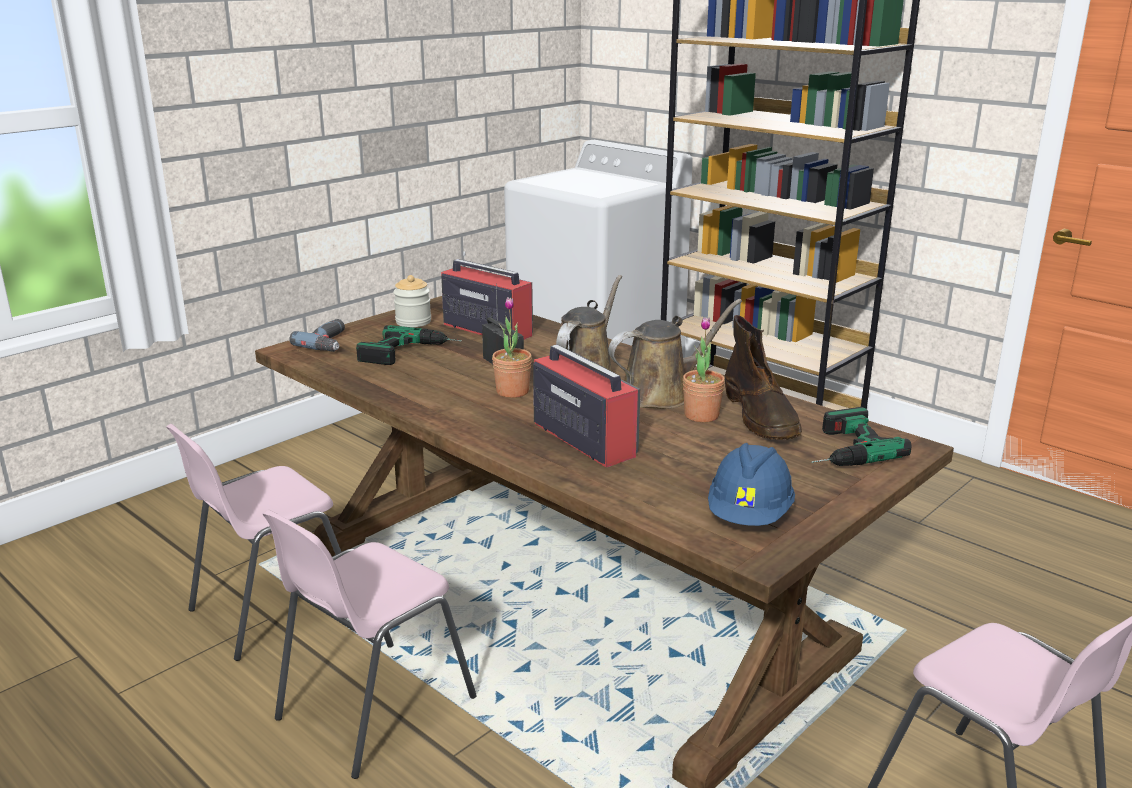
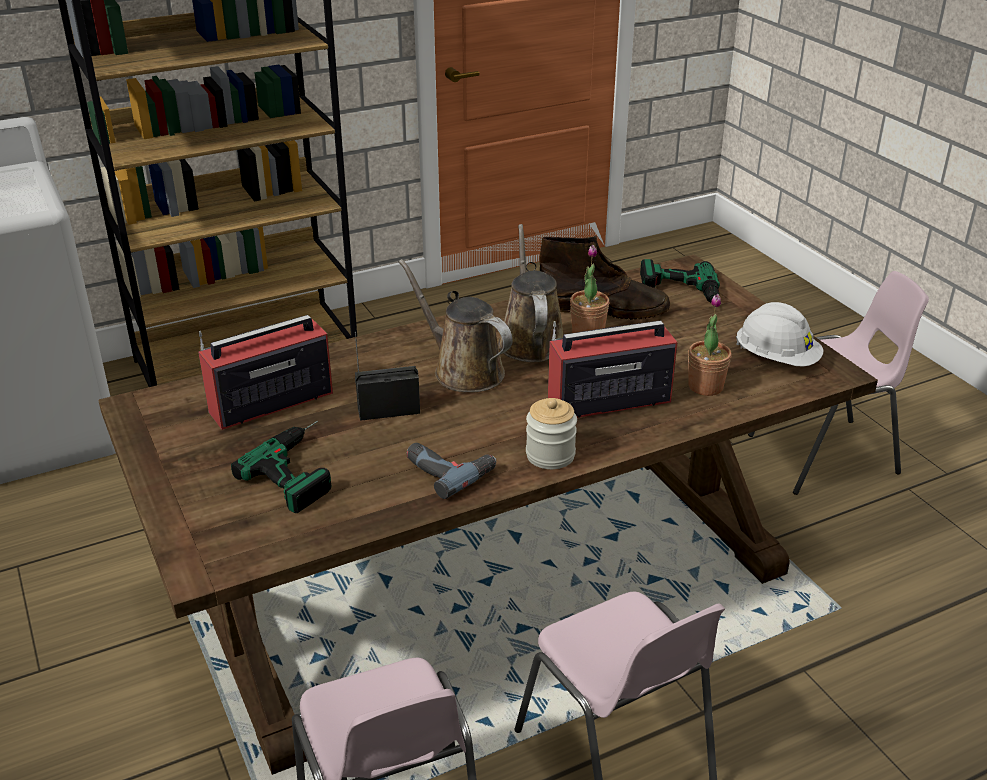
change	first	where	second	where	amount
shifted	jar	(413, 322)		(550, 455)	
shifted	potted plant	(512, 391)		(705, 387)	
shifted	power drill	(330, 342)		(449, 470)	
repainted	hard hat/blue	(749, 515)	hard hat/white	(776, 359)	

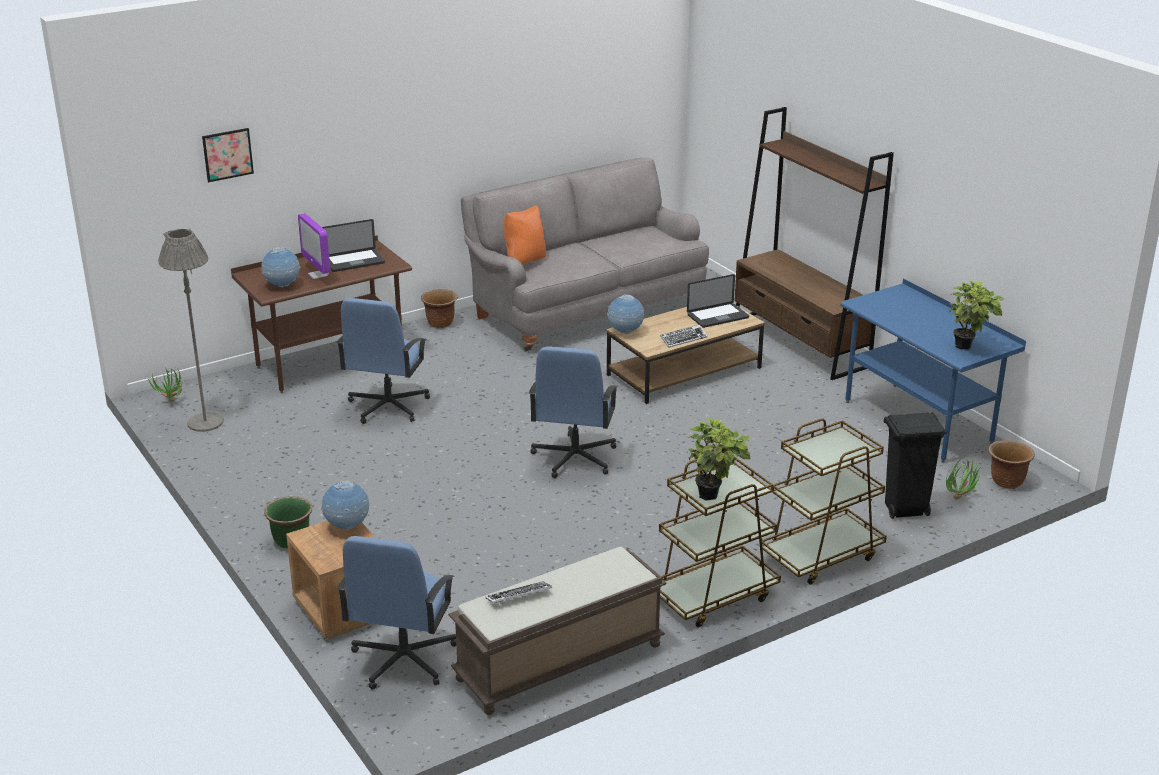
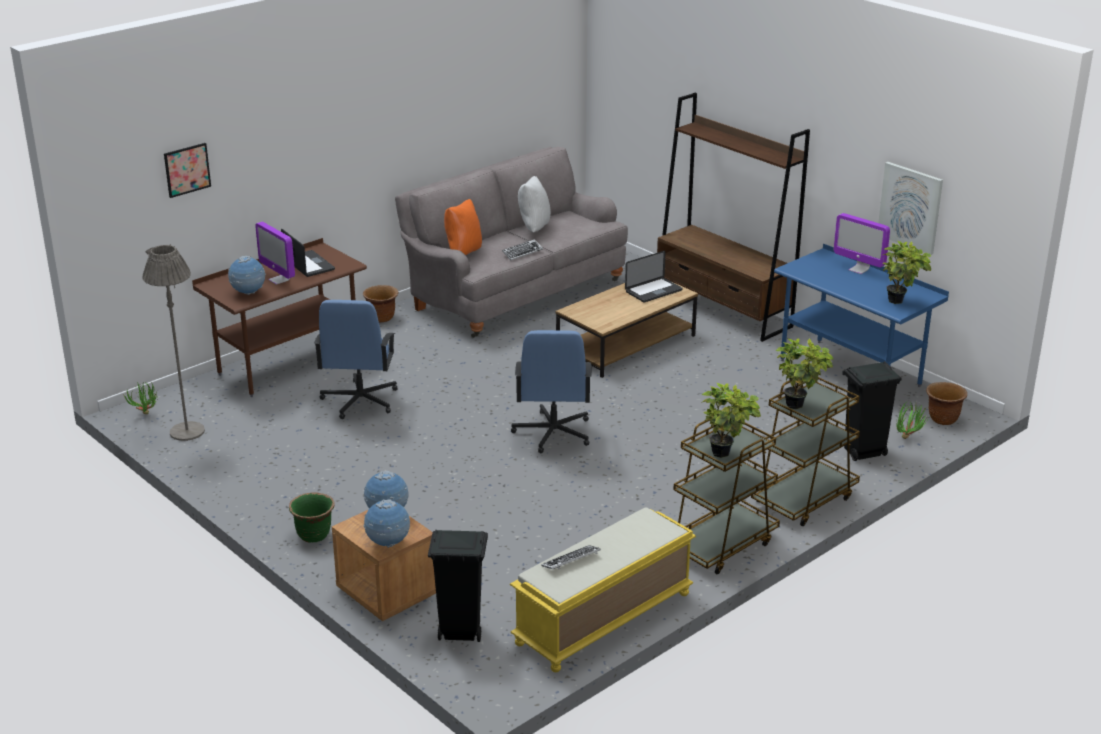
change	first	where	second	where	amount
rotated	laptop	(354, 261)		(309, 265)	90 degrees counterclockwise
shifted	globe	(625, 332)		(388, 544)	
shifted	keyboard	(683, 339)		(522, 252)	
swapped	office chair/blue	(403, 660)	trash can/black	(460, 632)	
repainted	bench/brown	(559, 663)	bench/yellow	(603, 619)	
new			picture	(910, 207)	
new			pillow/white	(533, 228)	
new			monitor	(859, 269)	
new			potted plant	(799, 405)	

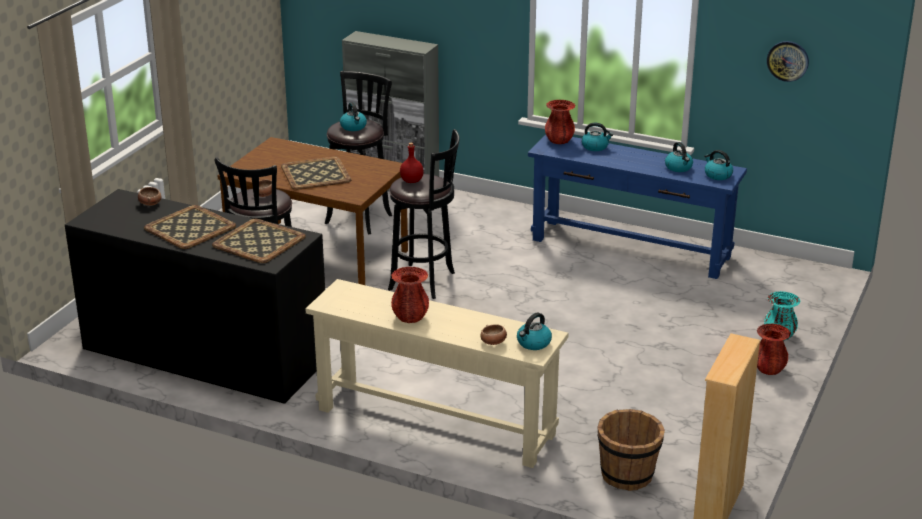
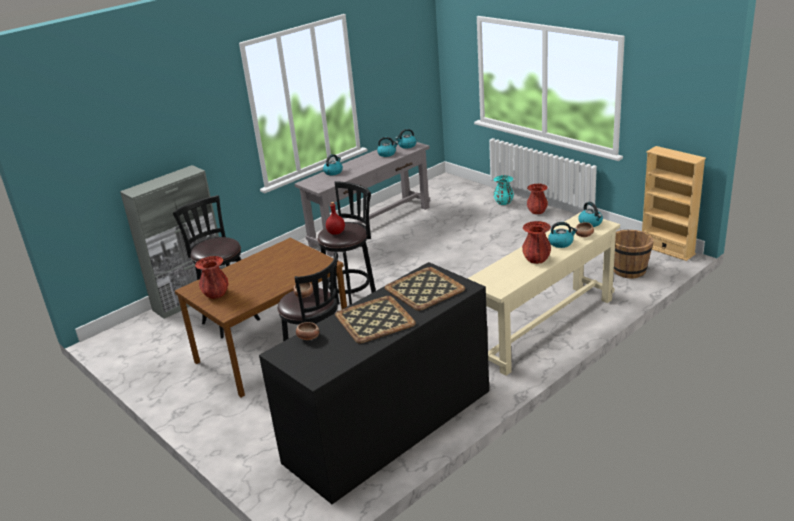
change	first	where	second	where	amount
gone	wall clock	(788, 60)			
shifted	vase/red	(559, 140)		(216, 294)	
shifted	kettle	(353, 127)		(561, 243)	
repainted	console table/blue	(630, 248)	console table/grey	(371, 226)	
gone	tray	(315, 174)			

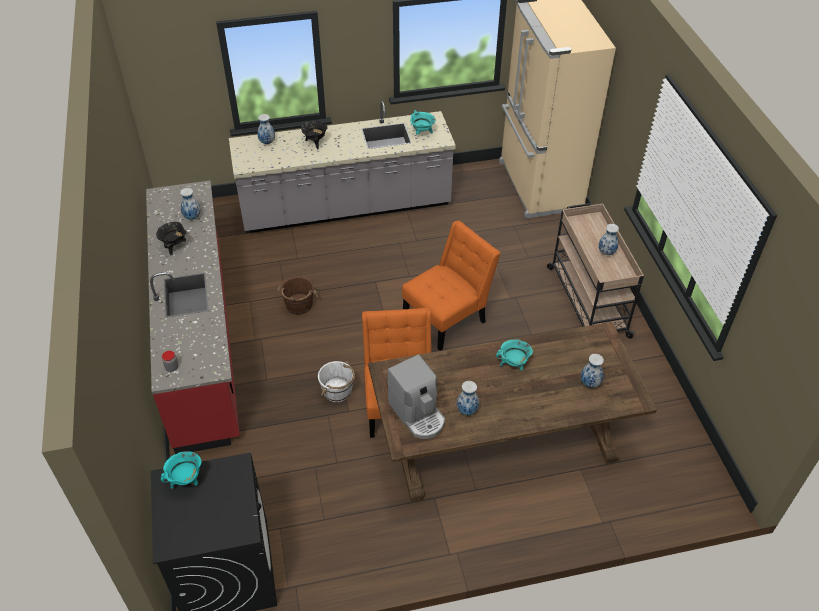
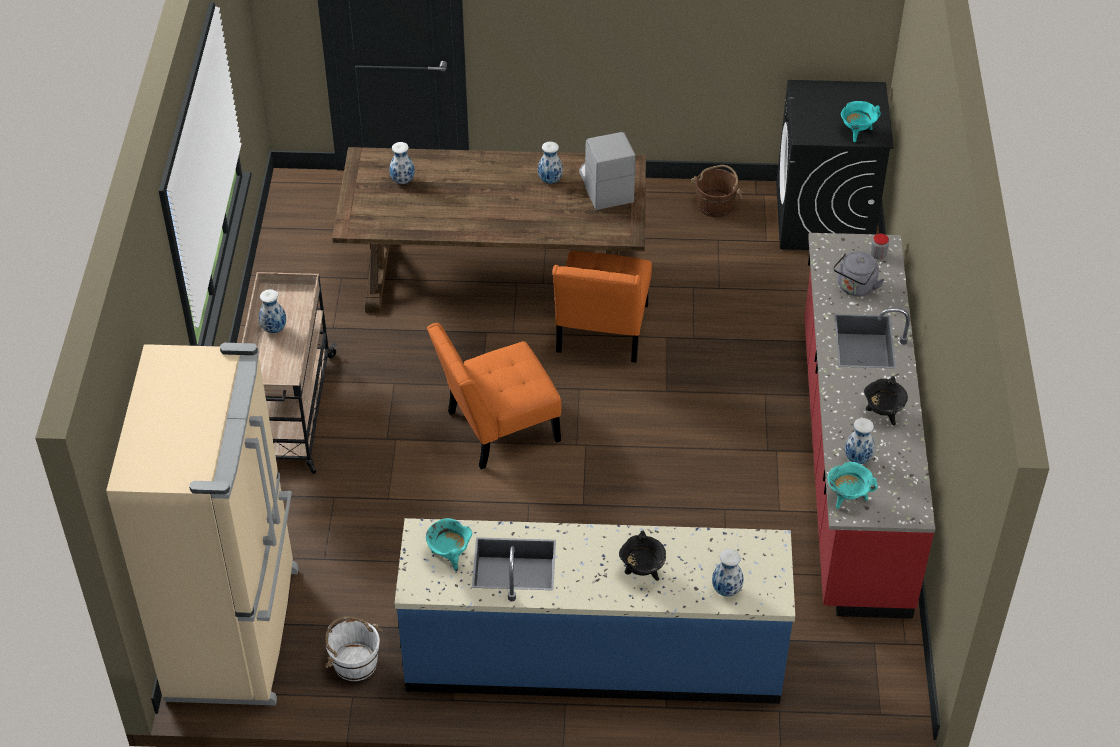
change	first	where	second	where	amount
repainted	counter/grey	(346, 208)	counter/blue	(593, 656)	
shifted	bucket/brown	(299, 305)		(715, 205)	
shifted	cooking pot/turquoise	(513, 365)		(847, 498)	
shifted	bucket/white	(337, 391)		(355, 662)	
new			kettle/grey	(855, 288)	

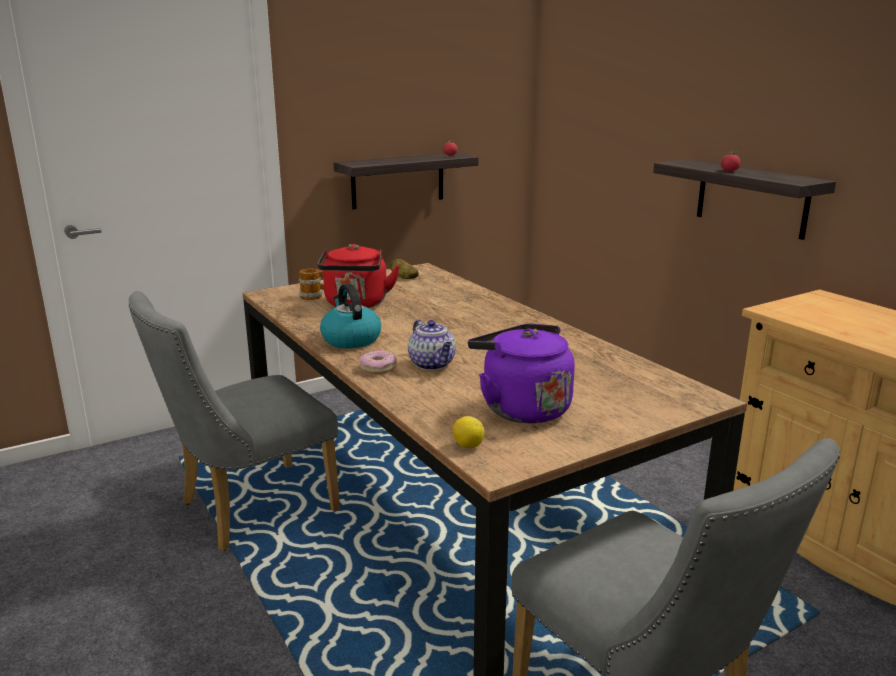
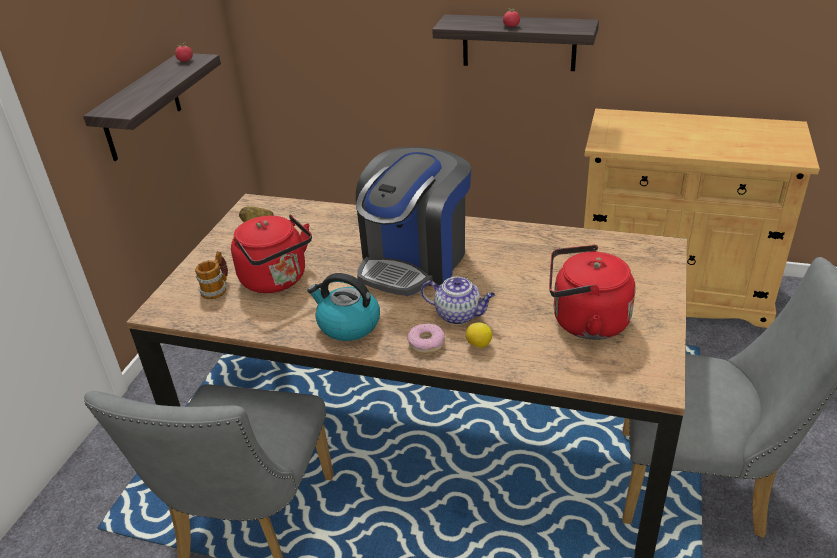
change	first	where	second	where	amount
repainted	kettle/purple	(521, 408)	kettle/red	(585, 322)	
shifted	lemon	(468, 446)		(478, 345)	
new			coffee machine	(414, 261)	

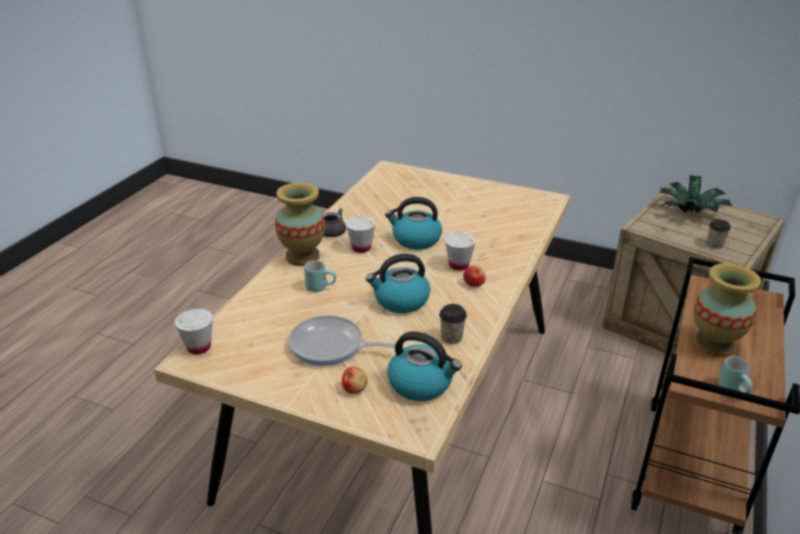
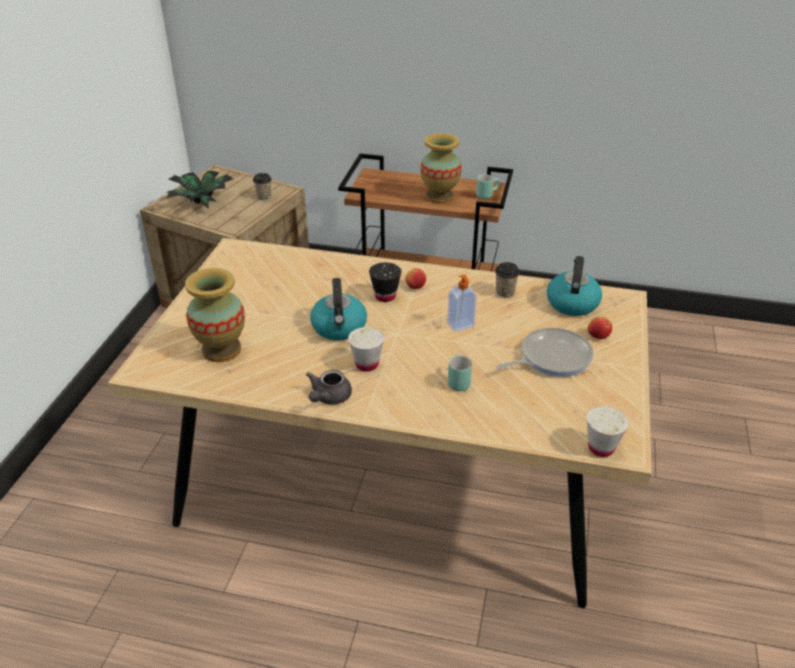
change	first	where	second	where	amount
shifted	vase	(302, 257)		(221, 350)	
repainted	cup/white	(458, 265)	cup/black	(385, 296)	
swapped	kettle	(400, 301)	soap dispenser	(461, 325)	
rotated	frying pan	(330, 346)		(551, 357)	120 degrees counterclockwise

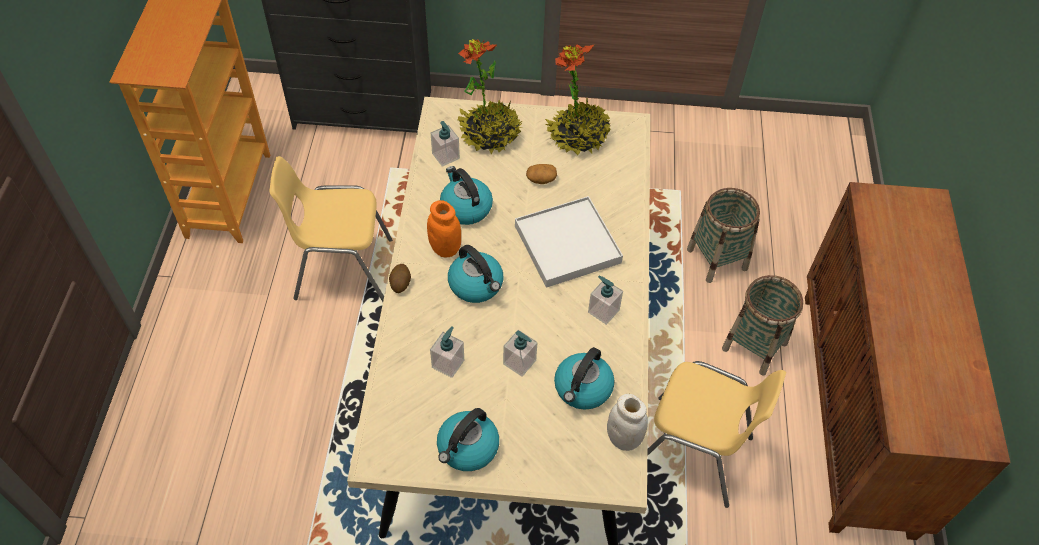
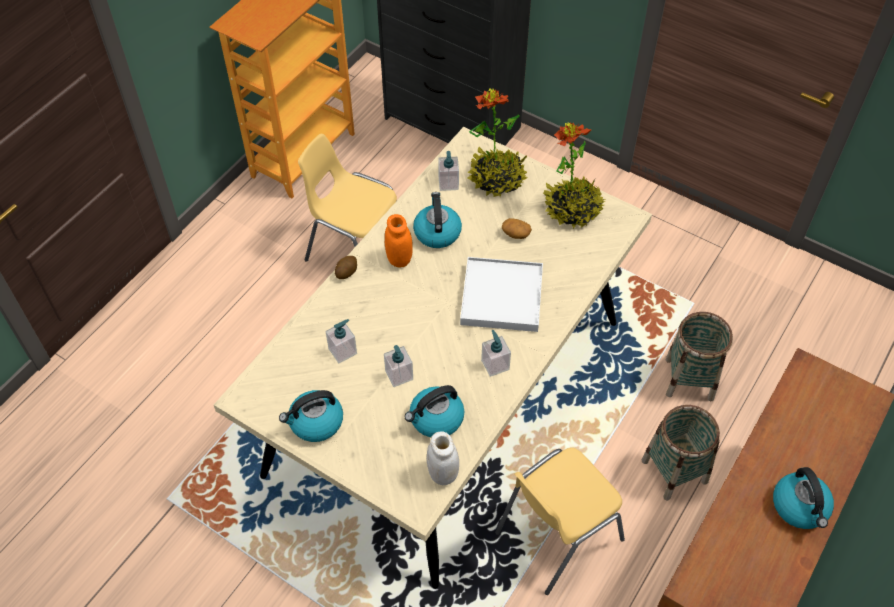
change	first	where	second	where	amount
shifted	kettle	(476, 285)		(800, 507)	
rotated	chair/yellow	(693, 453)		(557, 535)	90 degrees clockwise

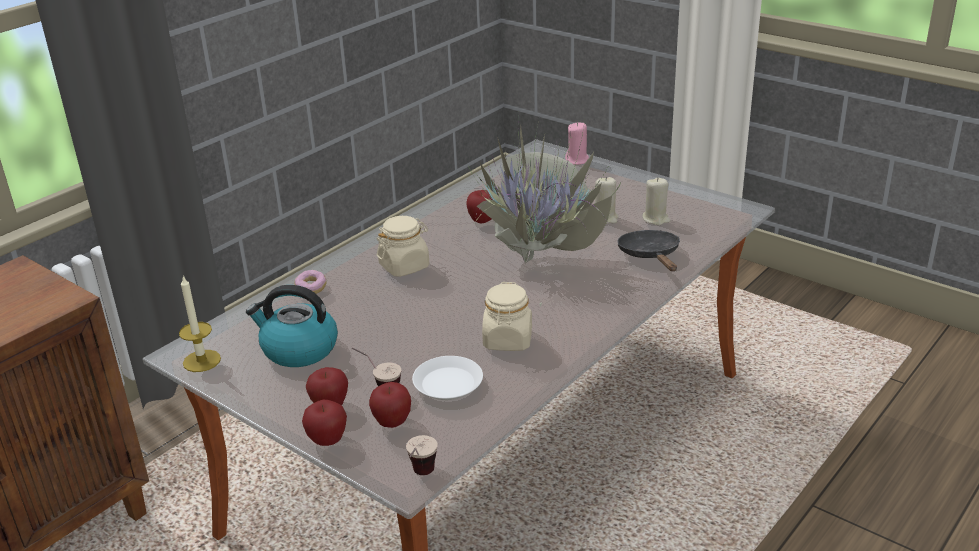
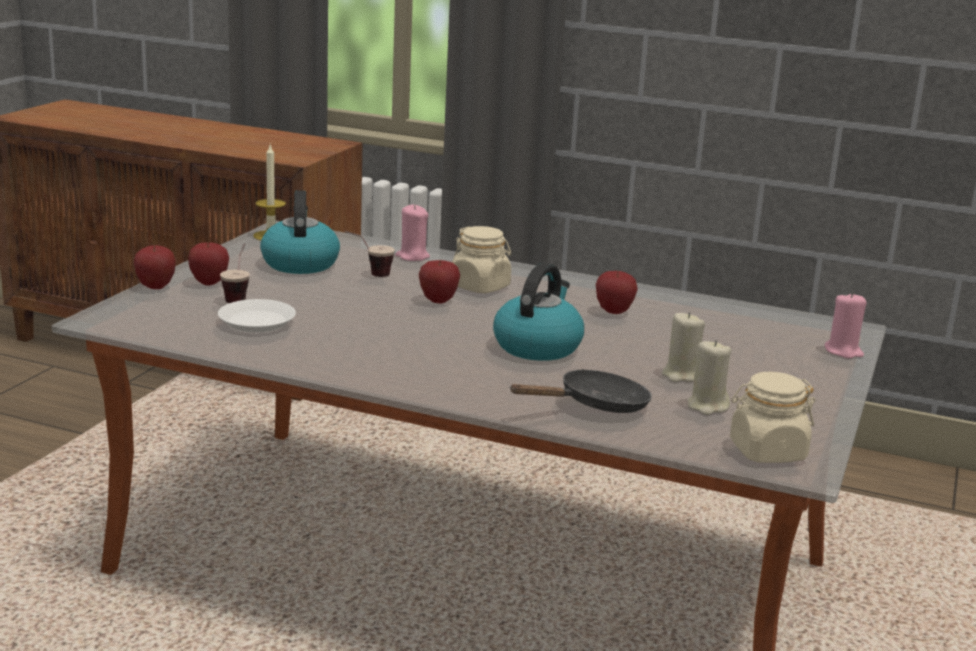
change	first	where	second	where	amount
swapped	potted plant	(541, 260)	kettle	(537, 346)	
swapped	donut	(311, 288)	candle/pink	(412, 256)	
shifted	jar/beige	(508, 340)		(767, 451)	
shifted	apple	(392, 423)		(438, 301)	
shifted	cup	(420, 477)		(369, 274)	

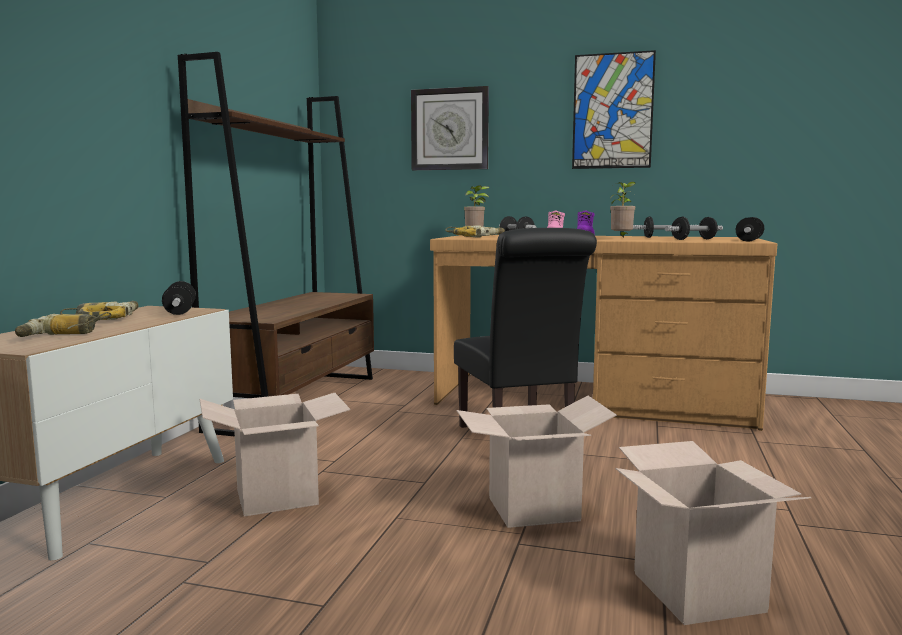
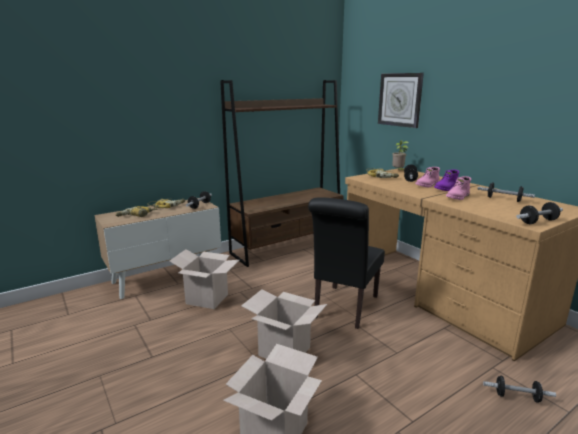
change	first	where	second	where	amount
gone	picture	(612, 111)			
swapped	potted plant	(622, 238)	boot/pink	(458, 197)	
shifted	dumbbell	(693, 239)		(517, 396)	

